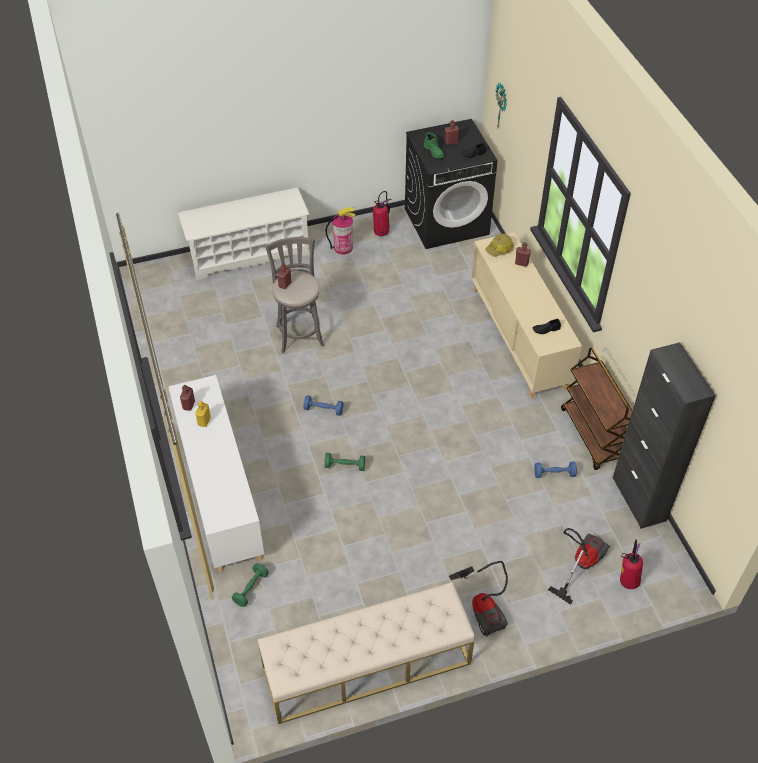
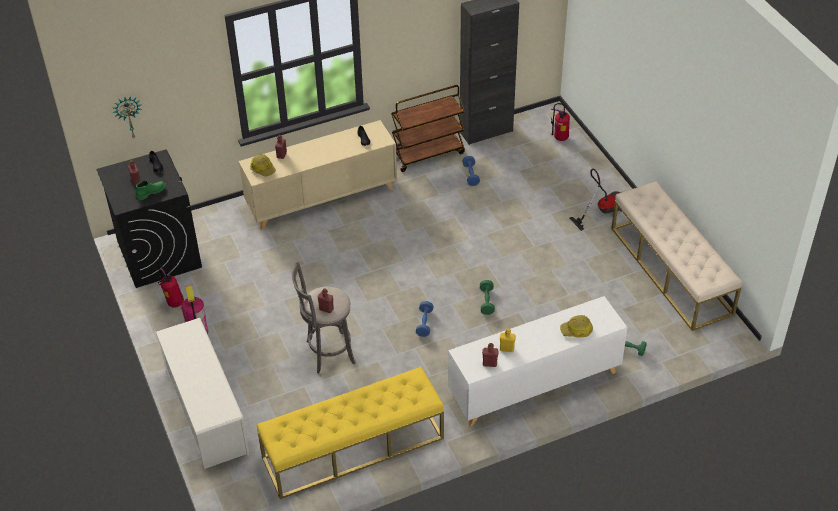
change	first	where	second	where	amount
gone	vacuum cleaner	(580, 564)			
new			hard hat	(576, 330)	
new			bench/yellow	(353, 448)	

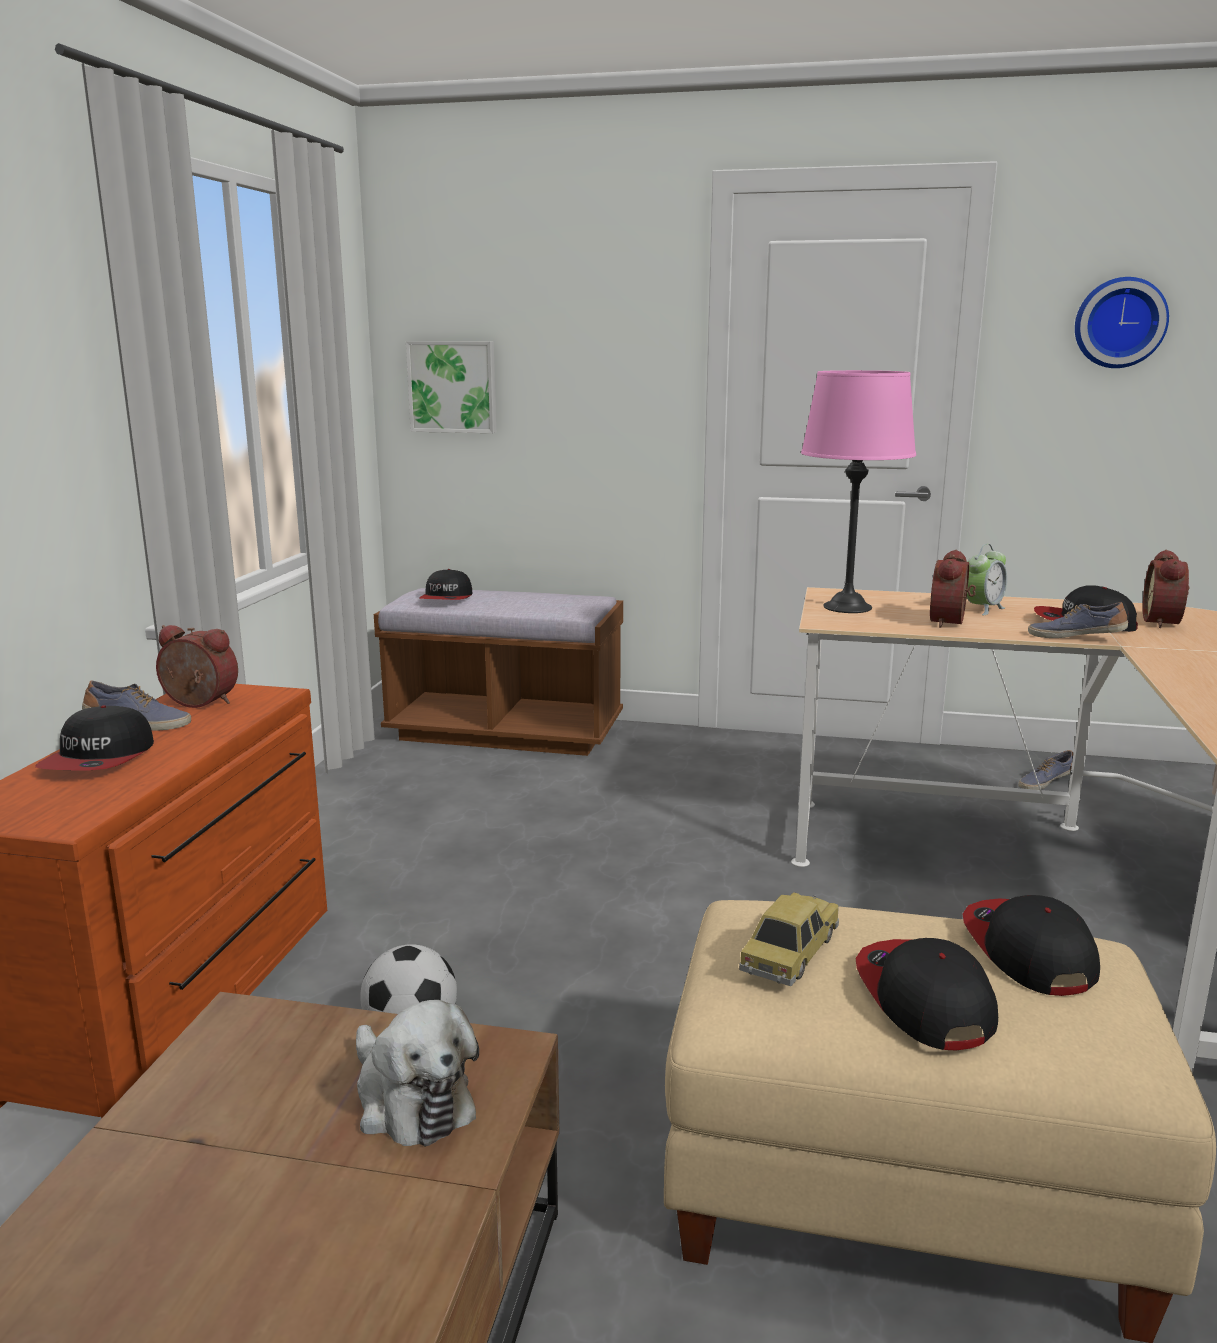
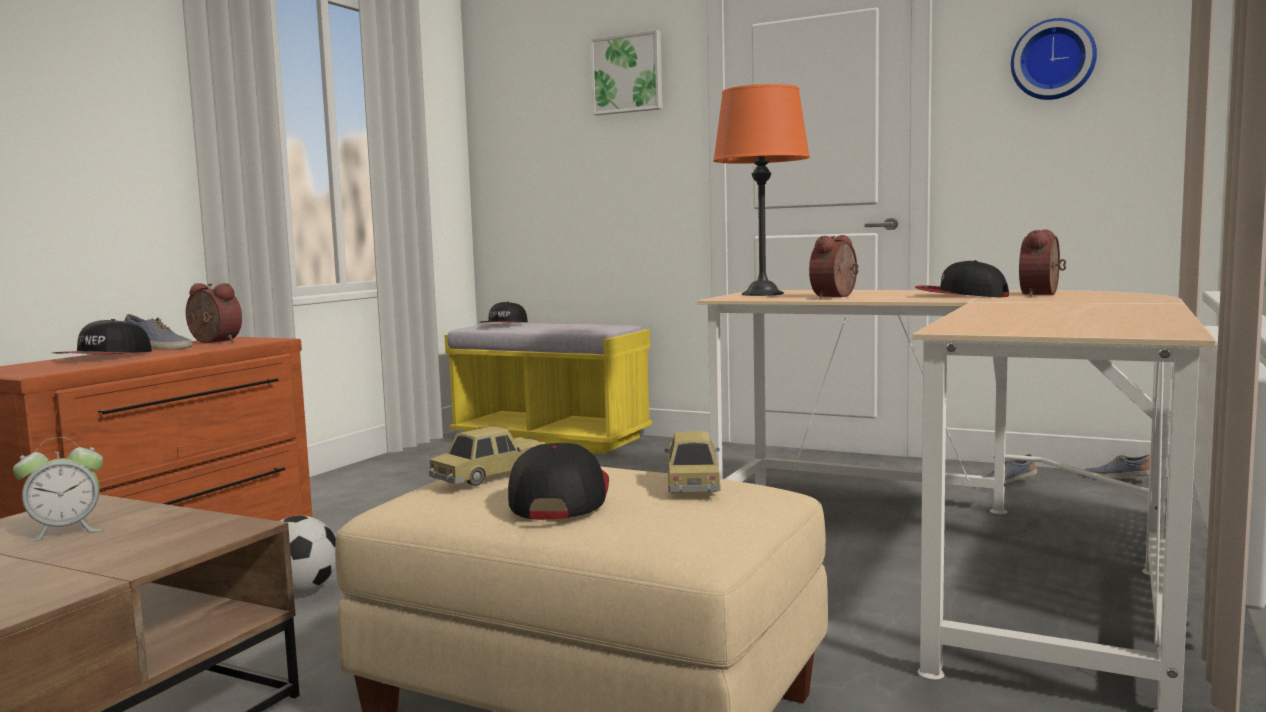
change	first	where	second	where	amount
shifted	picture	(453, 386)		(628, 74)	
repainted	table lamp/pink	(847, 607)	table lamp/orange	(762, 294)	
shifted	alarm clock	(983, 609)		(66, 531)	
repainted	bench/brown	(505, 732)	bench/yellow	(551, 439)	
shifted	shoe	(1075, 637)		(1119, 479)	
swapped	cap	(1027, 950)	toy car	(693, 482)	
gone	plush toy	(410, 1100)			

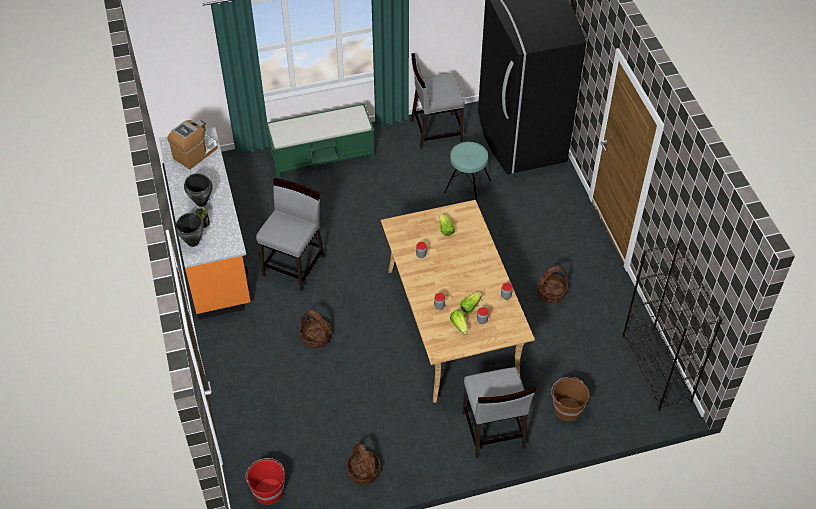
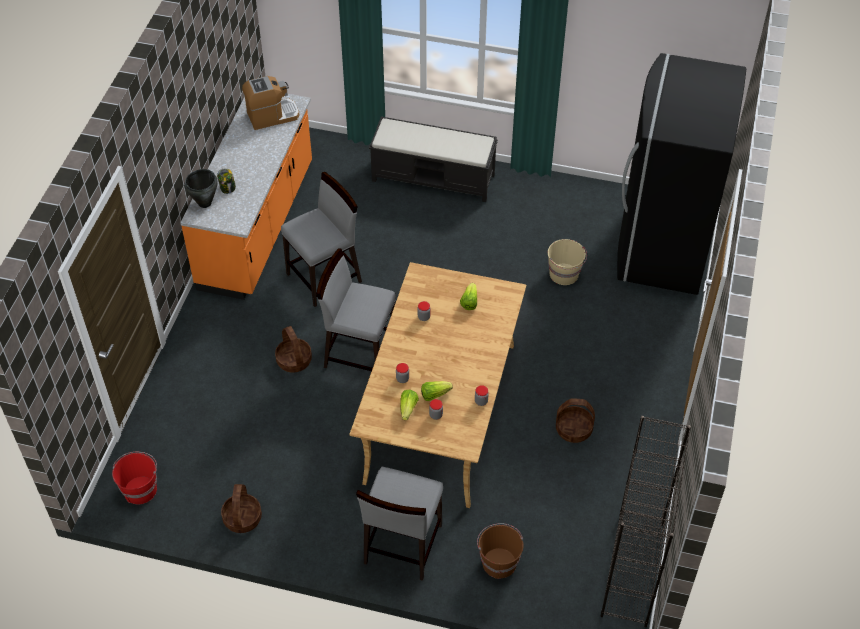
change	first	where	second	where	amount
shifted	chair/grey	(435, 130)		(360, 352)	
repainted	bench/green	(322, 156)	bench/black	(434, 178)	
swapped	stool/turquoise	(467, 186)	bucket/beige	(564, 274)	
gone	cooking pot/black	(201, 202)			

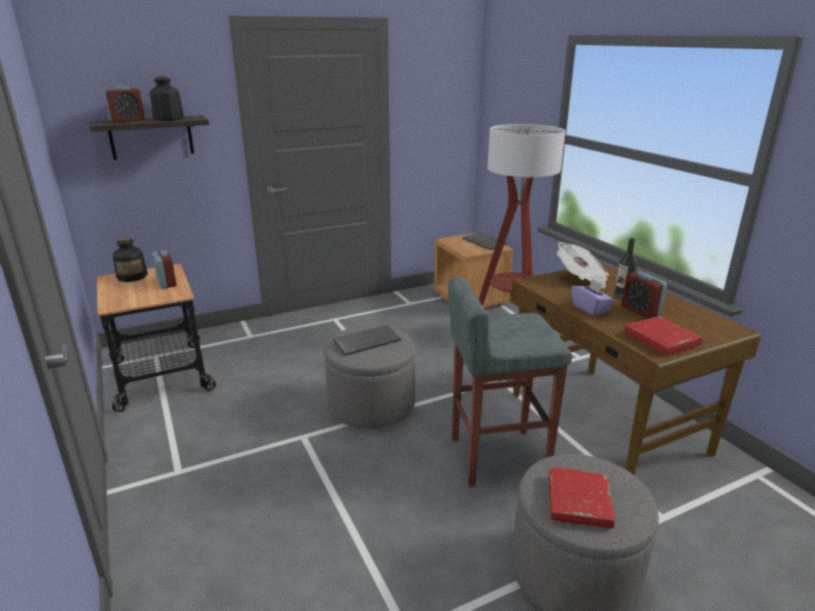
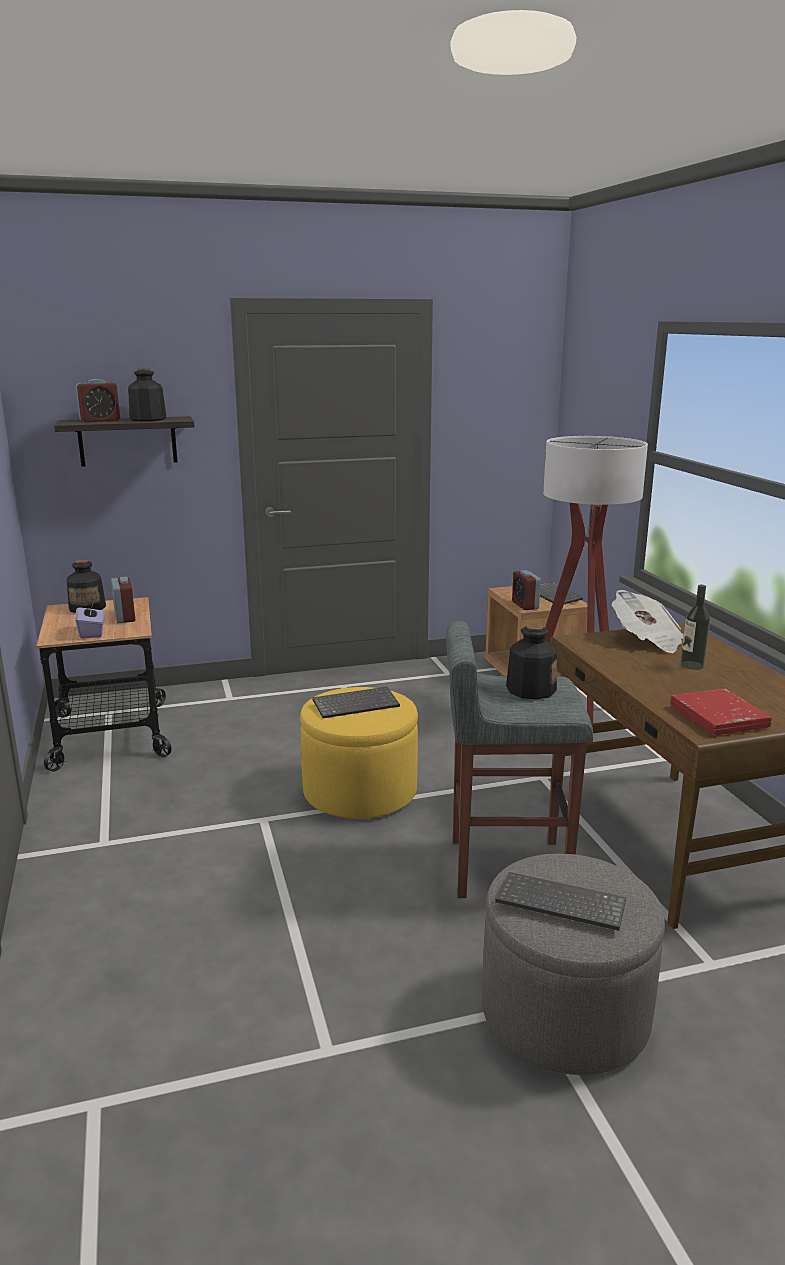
change	first	where	second	where	amount
shifted	alarm clock	(640, 311)		(525, 605)	
shifted	tissue box/purple	(590, 309)		(92, 633)	
repainted	ottoman/grey	(371, 405)	ottoman/yellow	(360, 792)	
swapped	book/red	(578, 501)	keyboard	(558, 905)	
new			bottle	(530, 689)	

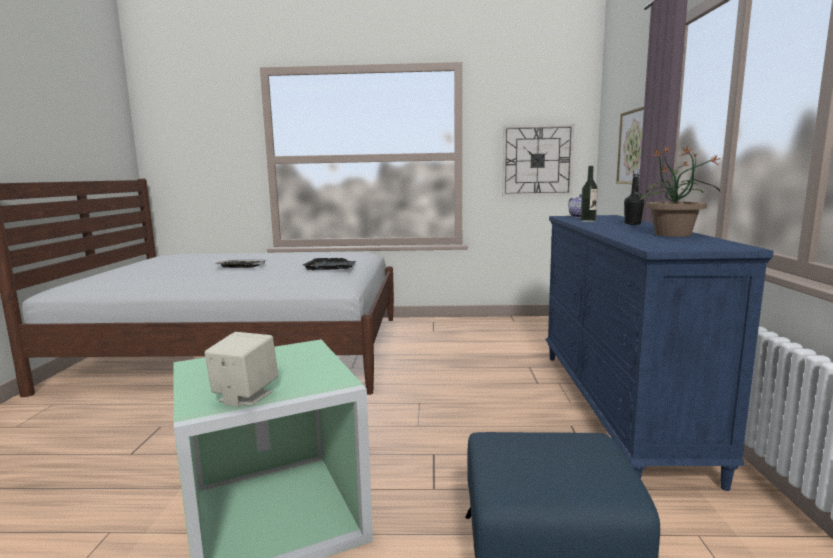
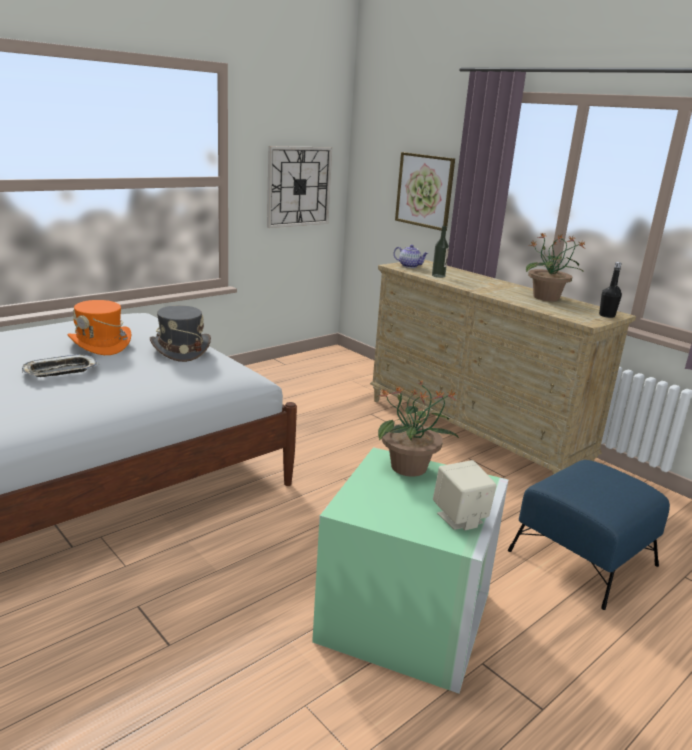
change	first	where	second	where	amount
shifted	bottle/black	(632, 224)		(607, 315)	
repainted	dresser/blue	(616, 408)	dresser/beige	(473, 433)	
swapped	tray/black	(331, 267)	hat/grey	(180, 350)	
new			hat/orange	(100, 344)	
new			potted plant	(410, 468)	

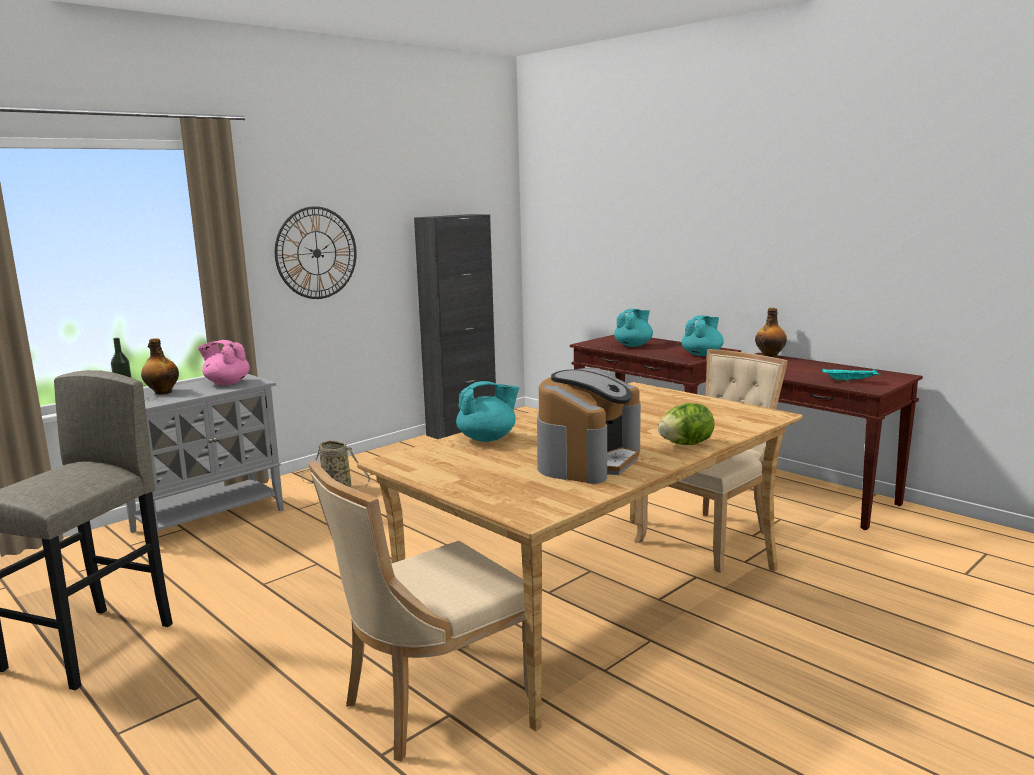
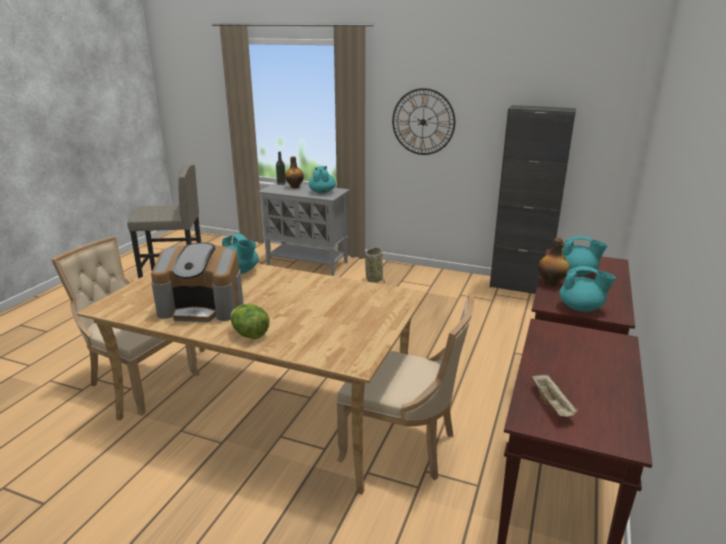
change	first	where	second	where	amount
shifted	bottle	(770, 356)		(551, 283)	
repainted	teapot/pink	(227, 383)	teapot/turquoise	(322, 192)	
repainted	tray/turquoise	(850, 381)	tray/beige	(552, 404)	

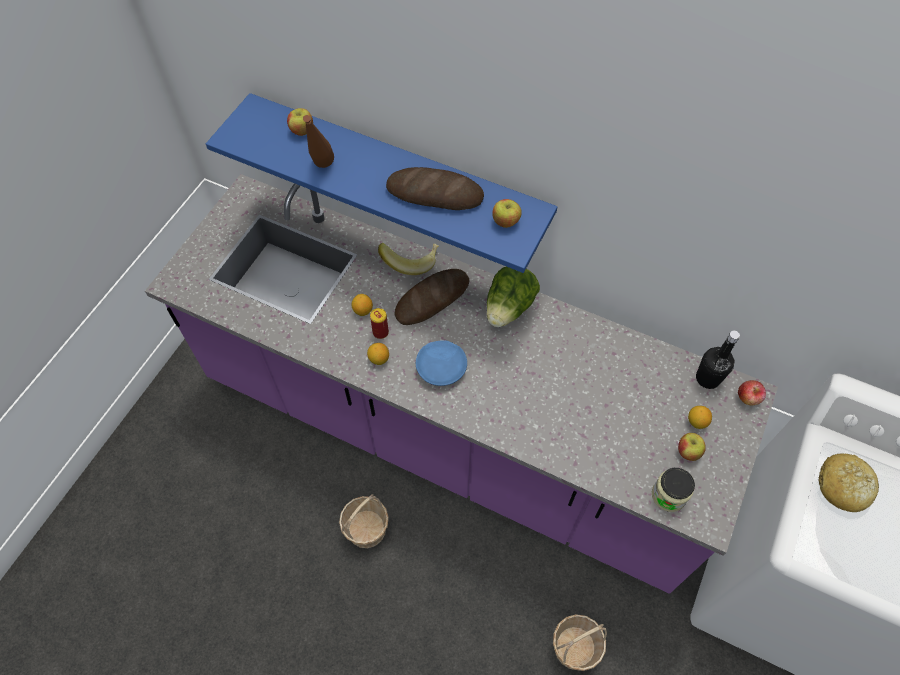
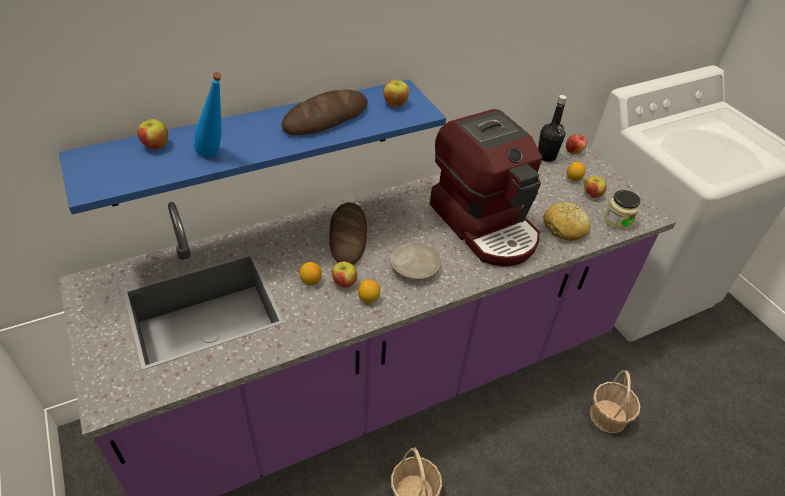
change	first	where	second	where	amount
repainted	bottle/brown	(322, 170)	bottle/blue	(216, 156)	
gone	banana	(410, 261)			
gone	lettuce	(509, 308)			
swapped	can	(380, 332)	apple	(344, 283)	
repainted	plate/blue	(442, 367)	plate/beige	(415, 267)	
shifted	bread	(843, 486)		(565, 228)	
new			coffee machine	(485, 224)	

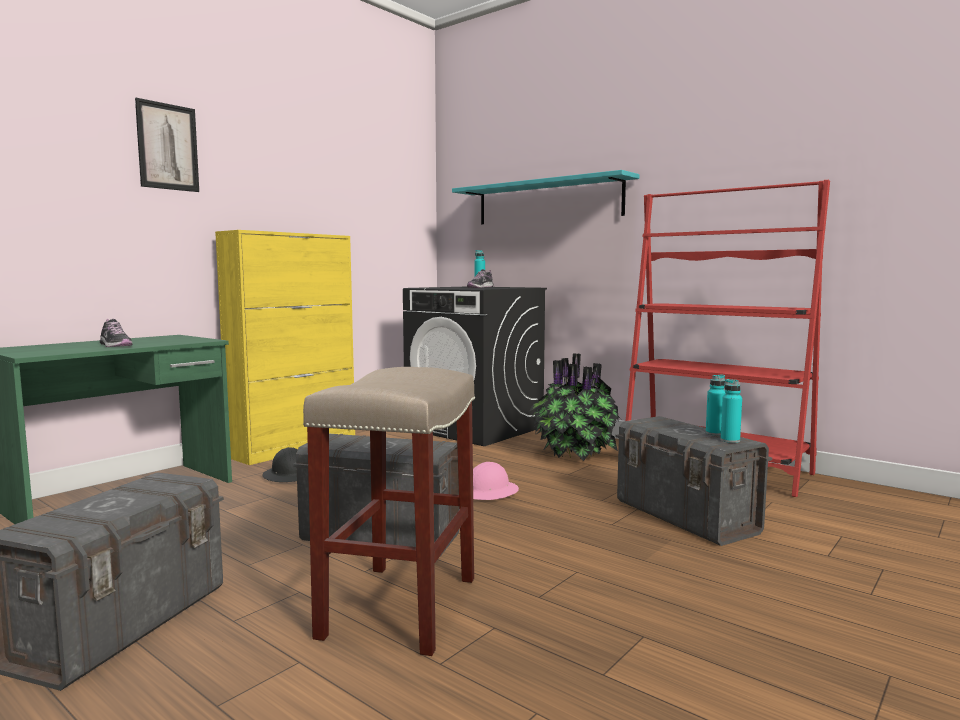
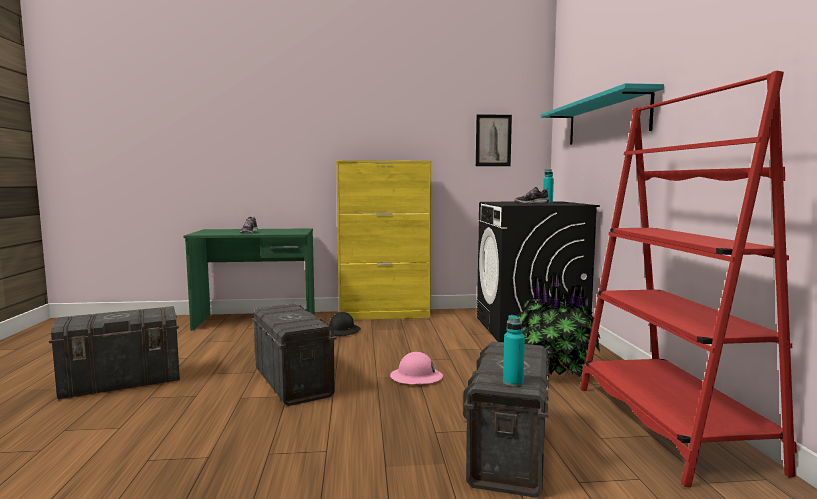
change	first	where	second	where	amount
shifted	picture	(167, 147)		(493, 140)	
gone	stool/beige	(400, 605)			
gone	bottle/turquoise	(714, 433)			

